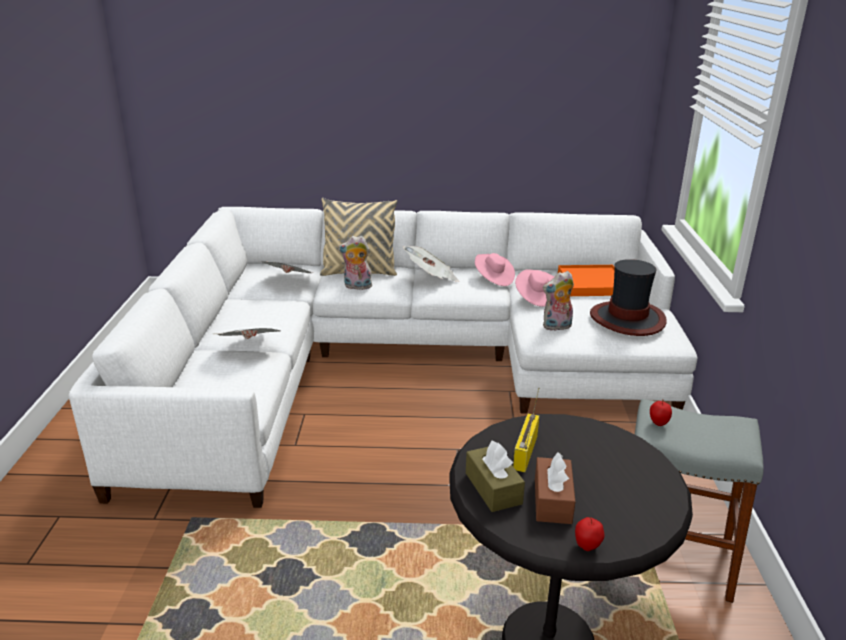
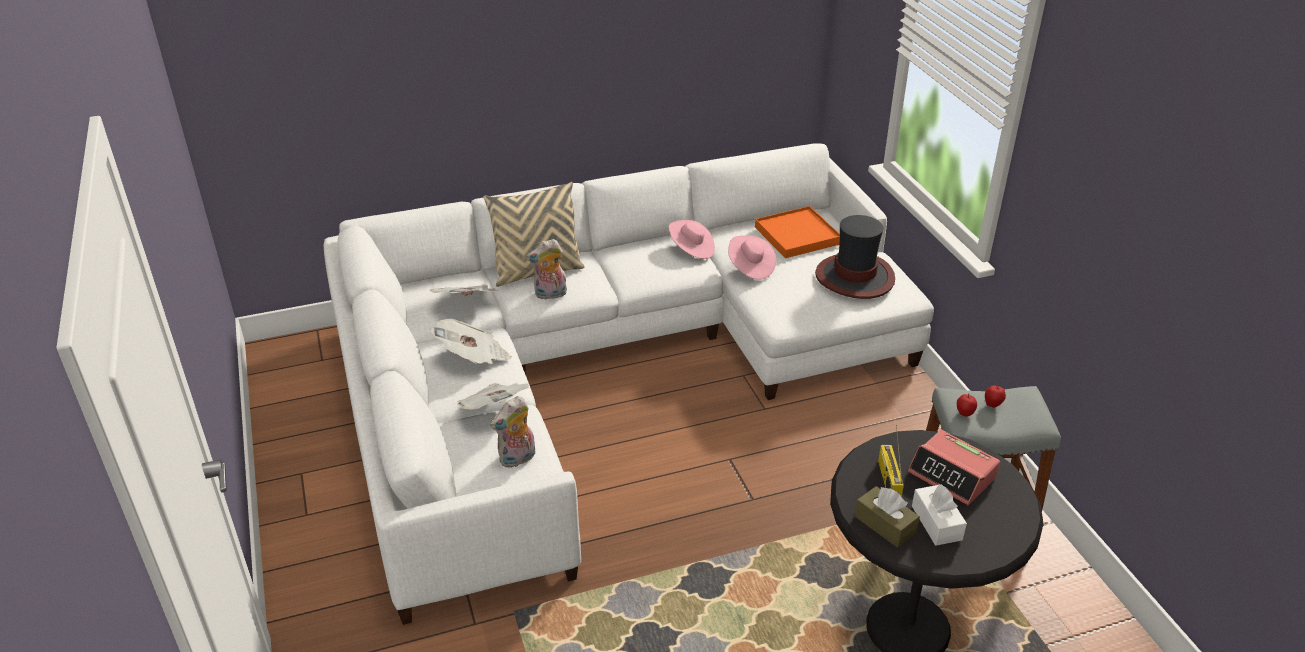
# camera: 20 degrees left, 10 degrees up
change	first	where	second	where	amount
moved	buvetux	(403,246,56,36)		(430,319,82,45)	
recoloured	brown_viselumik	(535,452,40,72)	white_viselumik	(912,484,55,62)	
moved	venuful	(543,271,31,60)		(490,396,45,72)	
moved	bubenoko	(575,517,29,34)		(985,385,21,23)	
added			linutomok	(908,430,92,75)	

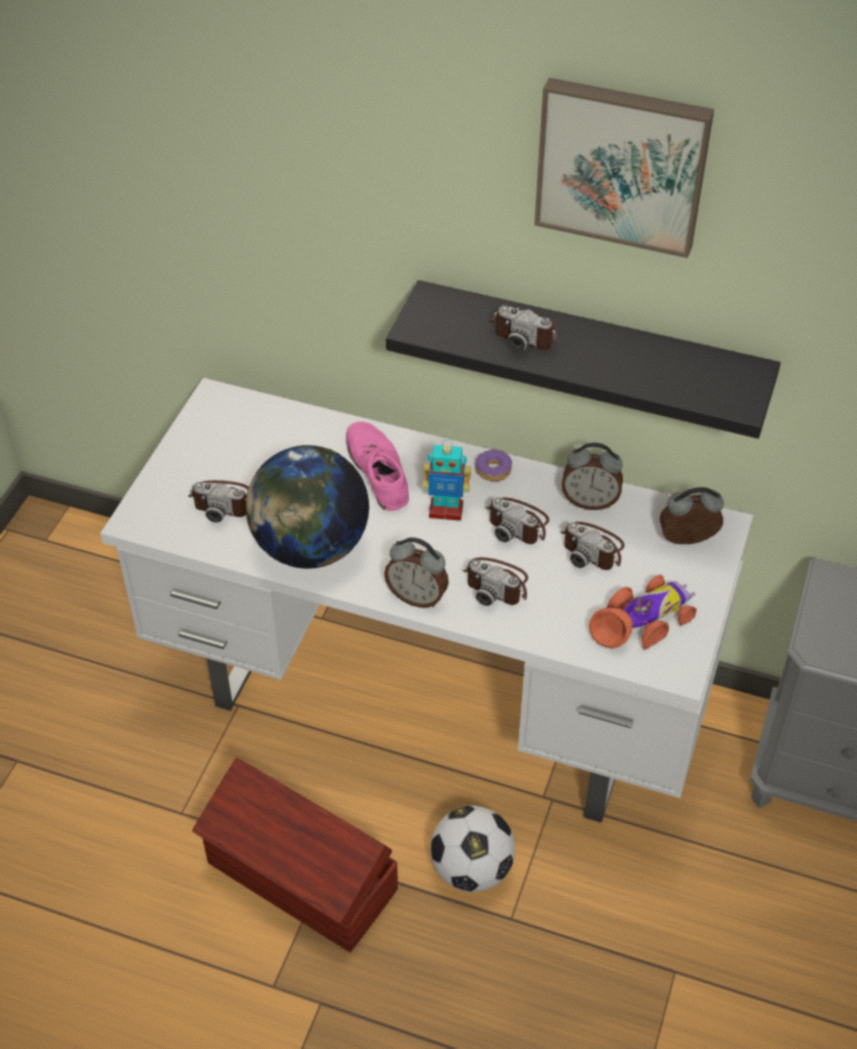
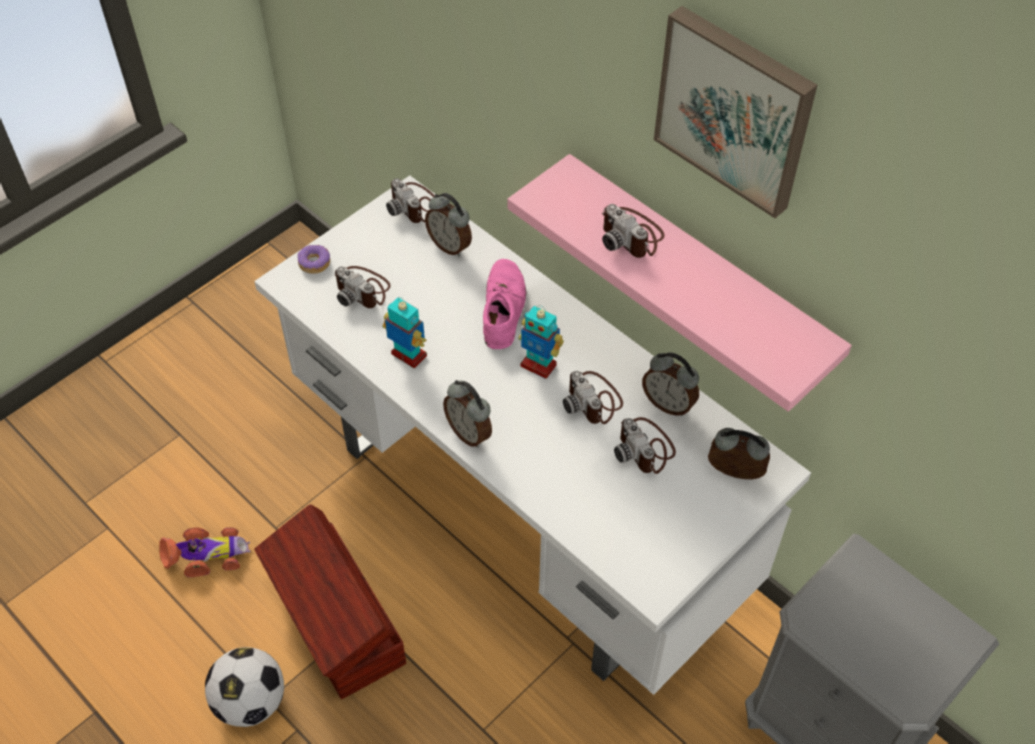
# camera: 25 degrees right, 5 degrees up
change	first	where	second	where	amount
replaced	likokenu	(246,445,123,124)	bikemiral	(383,297,44,72)	
recoloured	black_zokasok	(386,280,395,159)	pink_zokasok	(507,154,345,258)	
moved	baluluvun	(431,806,84,86)		(205,647,79,80)	
moved	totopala	(462,557,66,49)		(386,178,49,45)	
moved	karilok	(475,449,37,32)		(298,244,32,30)	
moved	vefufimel	(589,574,108,76)		(159,527,92,50)	
added			linutomok	(425,193,47,64)	

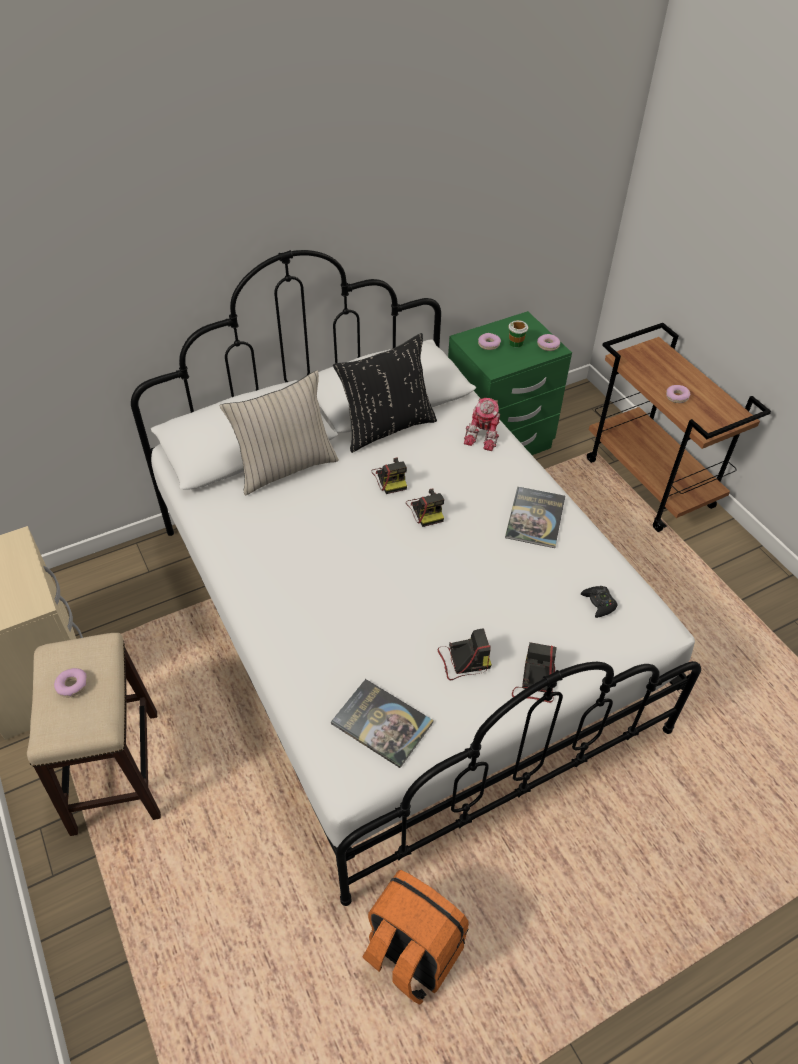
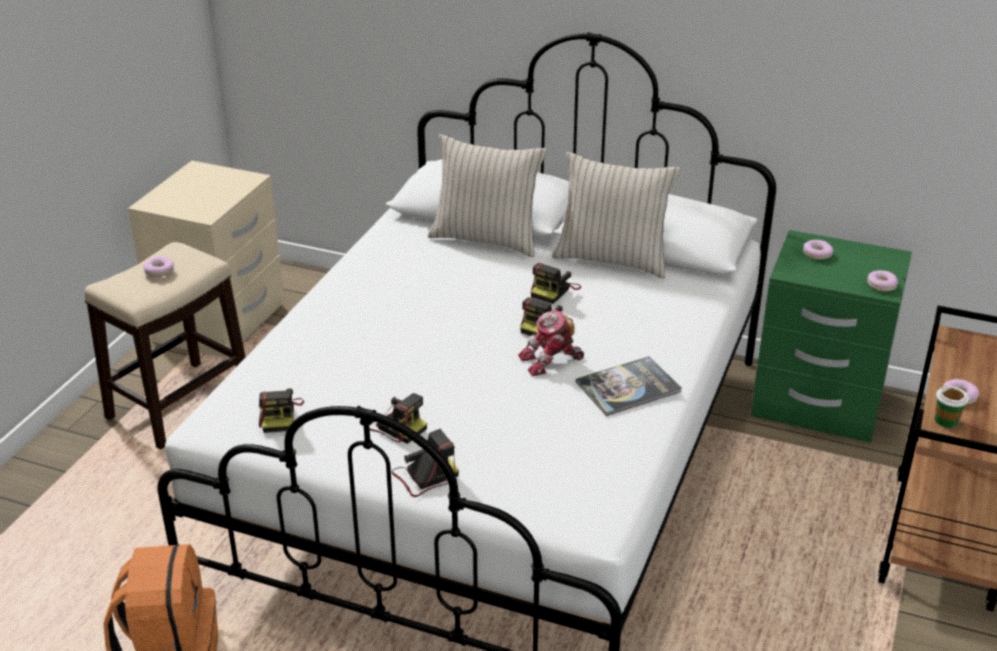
# camera: 50 degrees right, 15 degrees down
change	first	where	second	where	amount
replaced	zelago	(331,679,103,89)	totopala	(259,388,45,45)	
recoloured	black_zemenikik	(333,333,104,120)	beige_zemenikik	(552,152,129,126)	
moved	bikemiral	(464,398,36,53)		(518,309,66,67)	
moved	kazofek	(508,320,20,27)		(935,386,34,42)	
removed	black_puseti	(581,586,36,32)			

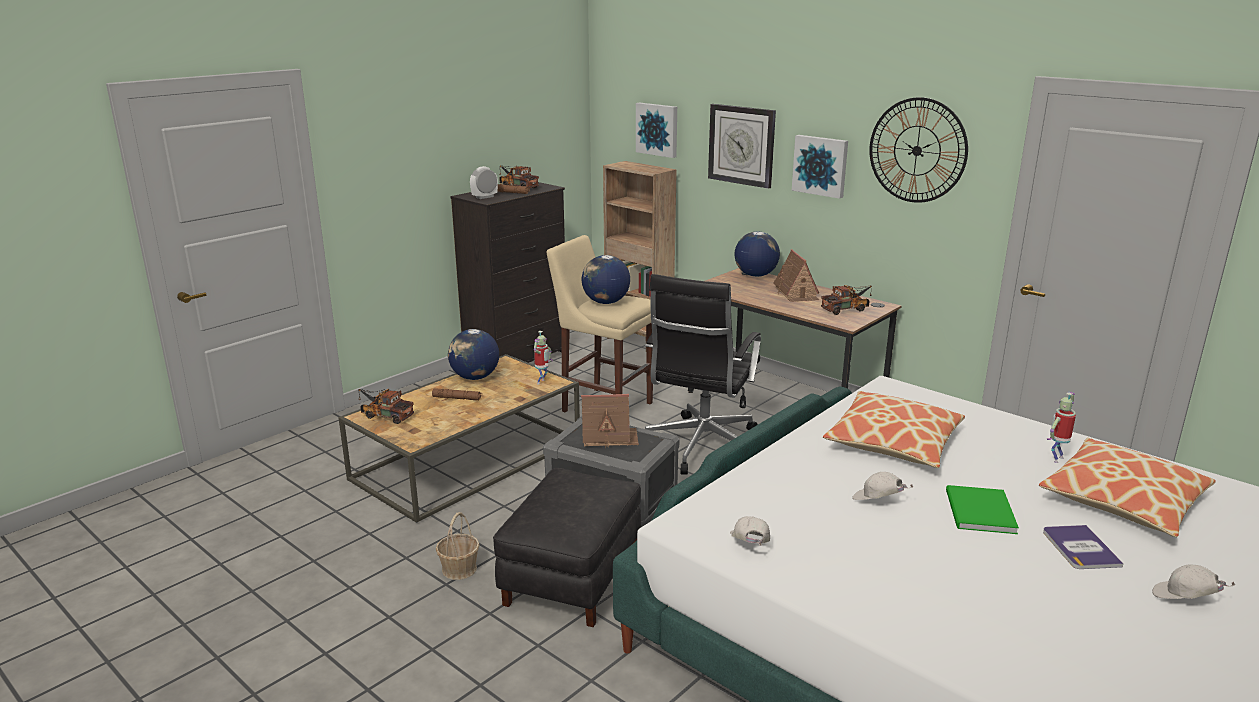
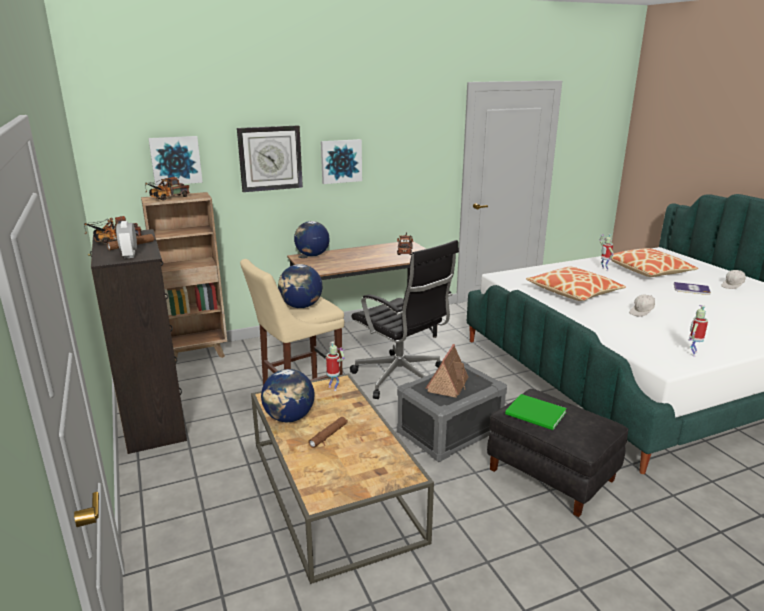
# camera: 65 degrees left, 0 degrees up
change	first	where	second	where	amount
moved	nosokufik	(358,389,56,35)		(145,177,45,24)	
removed	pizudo	(436,512,44,68)			
replaced	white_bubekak	(730,516,40,30)	bikemiral	(688,305,20,52)	
removed	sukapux	(773,249,46,53)			
removed	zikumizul	(869,97,99,106)			
moved	green_zelago	(946,485,73,49)		(505,394,62,36)	

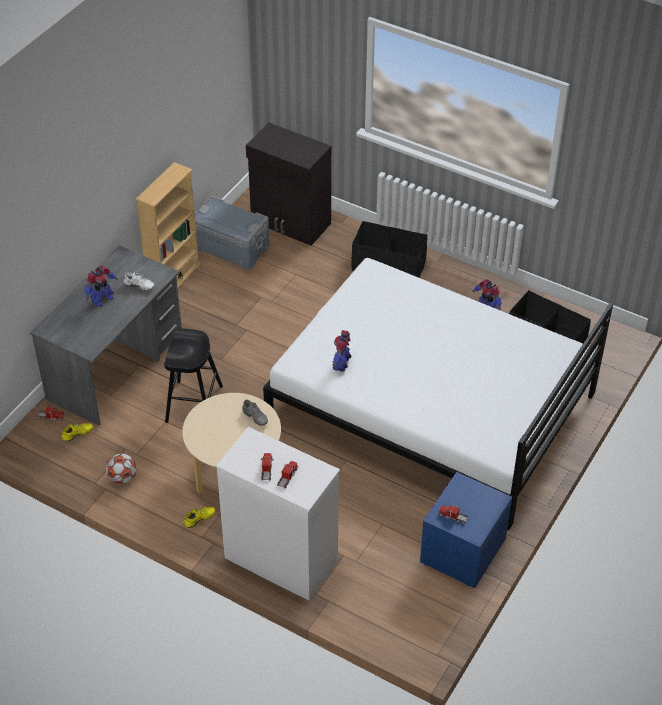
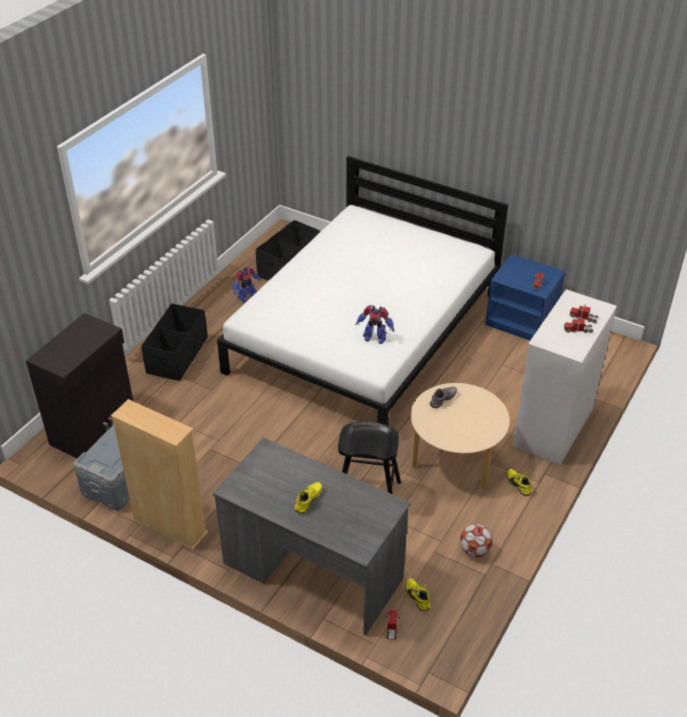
# camera: 90 degrees left, 5 degrees down
change	first	where	second	where	amount
replaced	bikemiral	(84,266,34,41)	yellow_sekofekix	(294,482,28,32)	
removed	white_sekofekix	(124,272,30,18)			

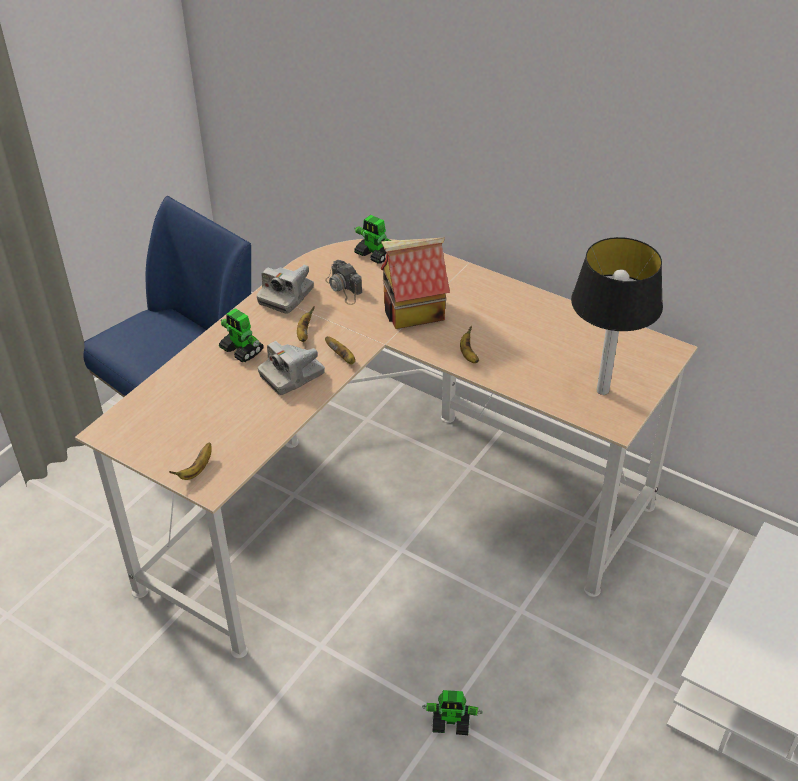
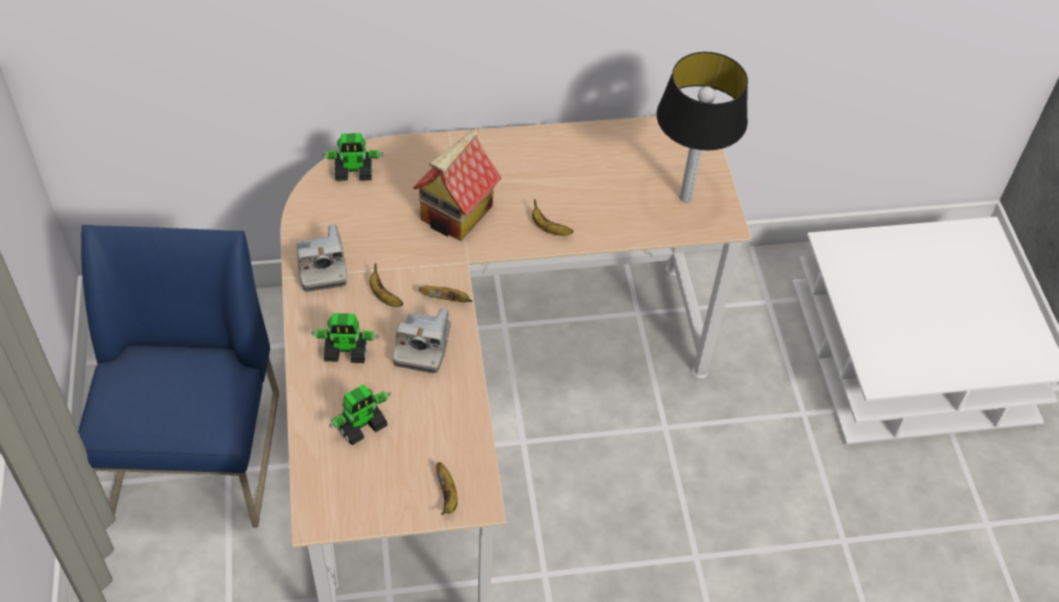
# camera: 45 degrees left, 10 degrees up
change	first	where	second	where	amount
removed	totopala	(325,260,37,45)			
moved	bikemiral	(422,690,61,45)		(329,384,62,61)	

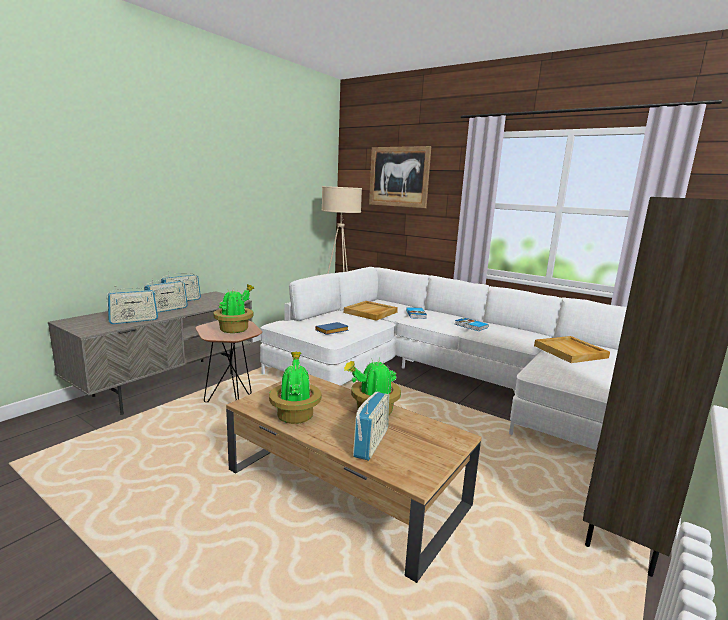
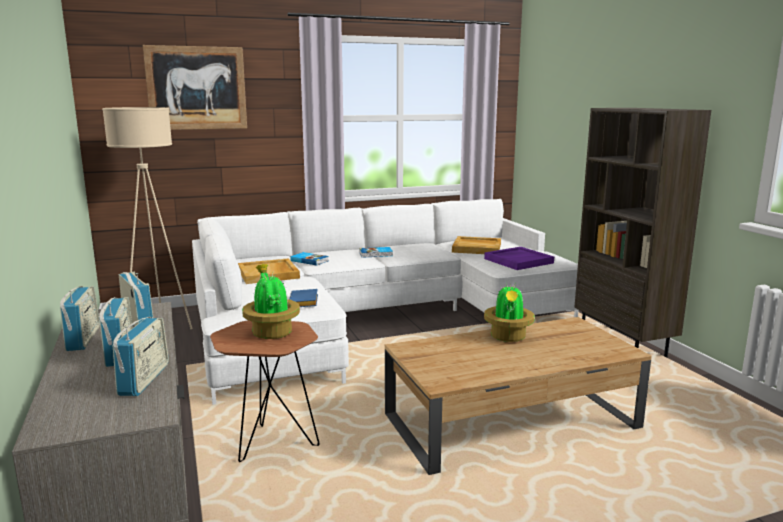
# camera: 55 degrees left, 0 degrees up
change	first	where	second	where	amount
removed	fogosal	(269,352,52,72)			
moved	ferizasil	(353,392,36,69)		(119,272,34,54)	
added			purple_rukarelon	(484,247,70,23)	

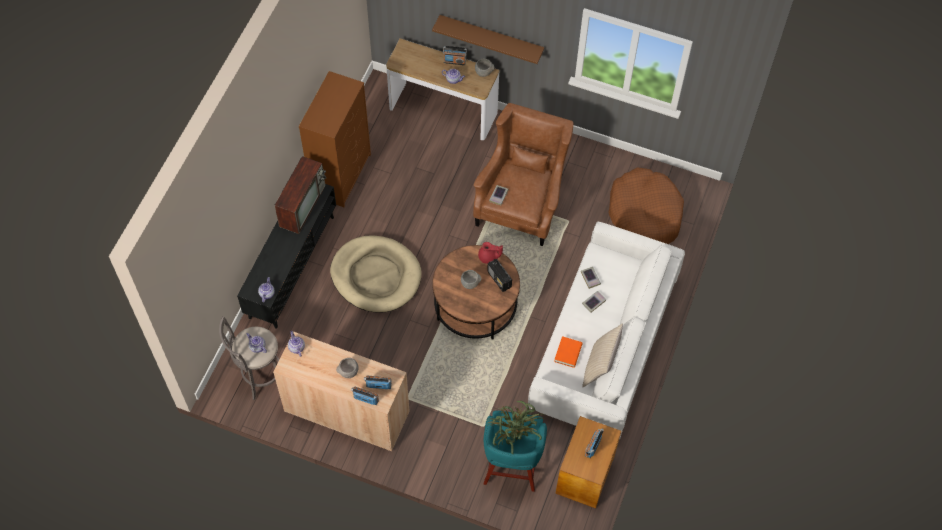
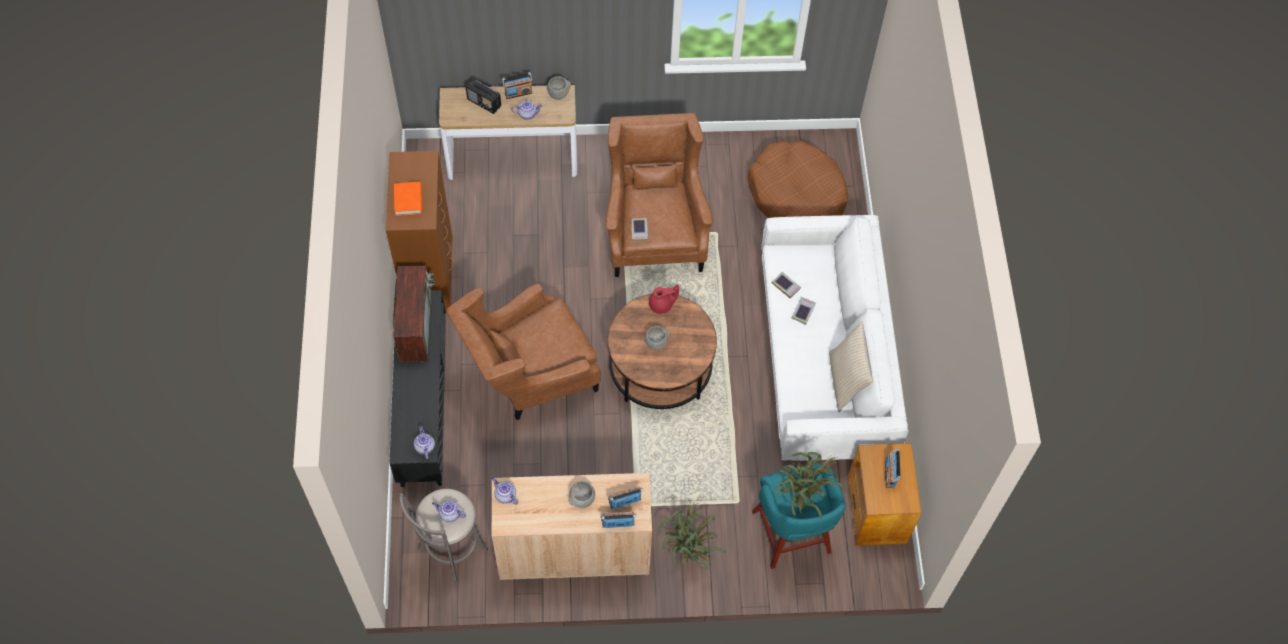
# camera: 25 degrees left, 0 degrees up
change	first	where	second	where	amount
replaced	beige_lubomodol	(330,235,92,78)	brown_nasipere	(446,283,155,137)	
removed	brown_zokasok	(432,15,112,49)			
moved	ferizasil	(487,259,25,33)		(466,79,35,35)	
moved	orange_zelago	(554,336,29,32)		(394,182,28,34)	
added			fogosal	(659,499,67,71)	

